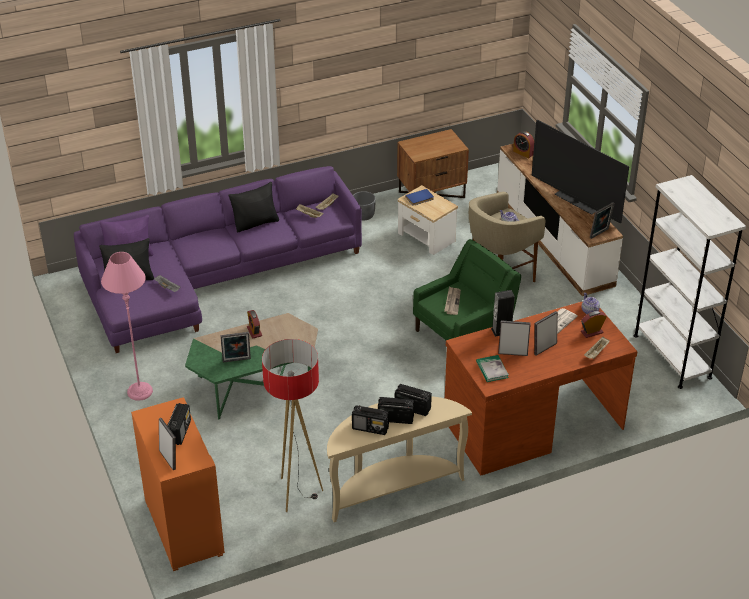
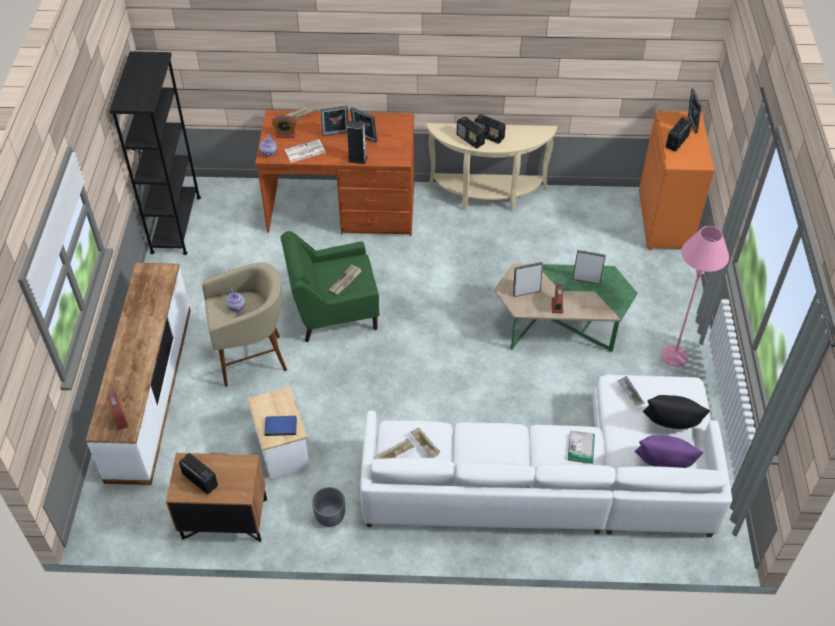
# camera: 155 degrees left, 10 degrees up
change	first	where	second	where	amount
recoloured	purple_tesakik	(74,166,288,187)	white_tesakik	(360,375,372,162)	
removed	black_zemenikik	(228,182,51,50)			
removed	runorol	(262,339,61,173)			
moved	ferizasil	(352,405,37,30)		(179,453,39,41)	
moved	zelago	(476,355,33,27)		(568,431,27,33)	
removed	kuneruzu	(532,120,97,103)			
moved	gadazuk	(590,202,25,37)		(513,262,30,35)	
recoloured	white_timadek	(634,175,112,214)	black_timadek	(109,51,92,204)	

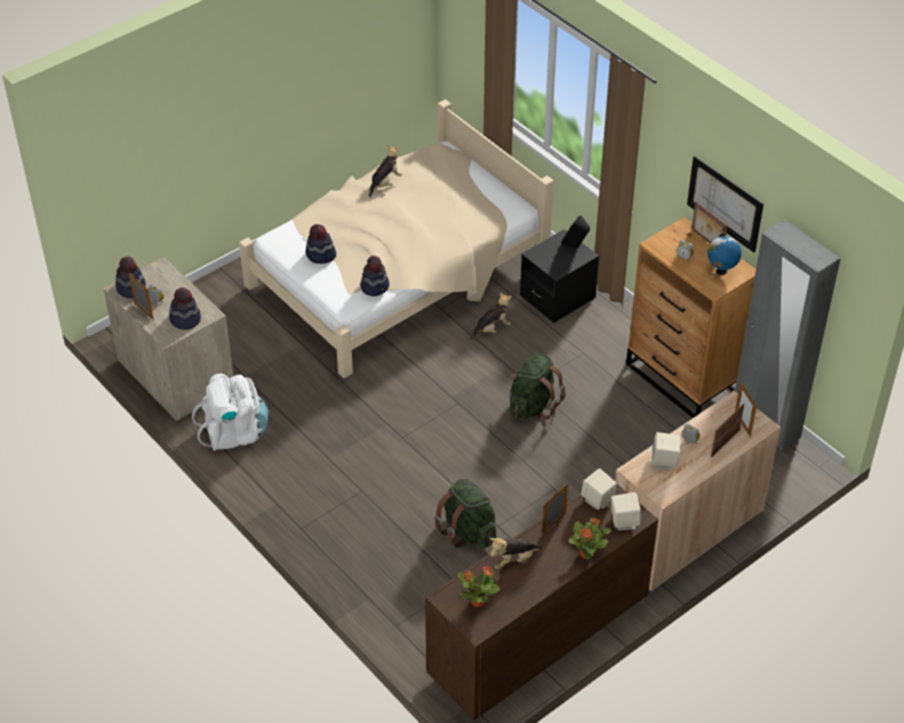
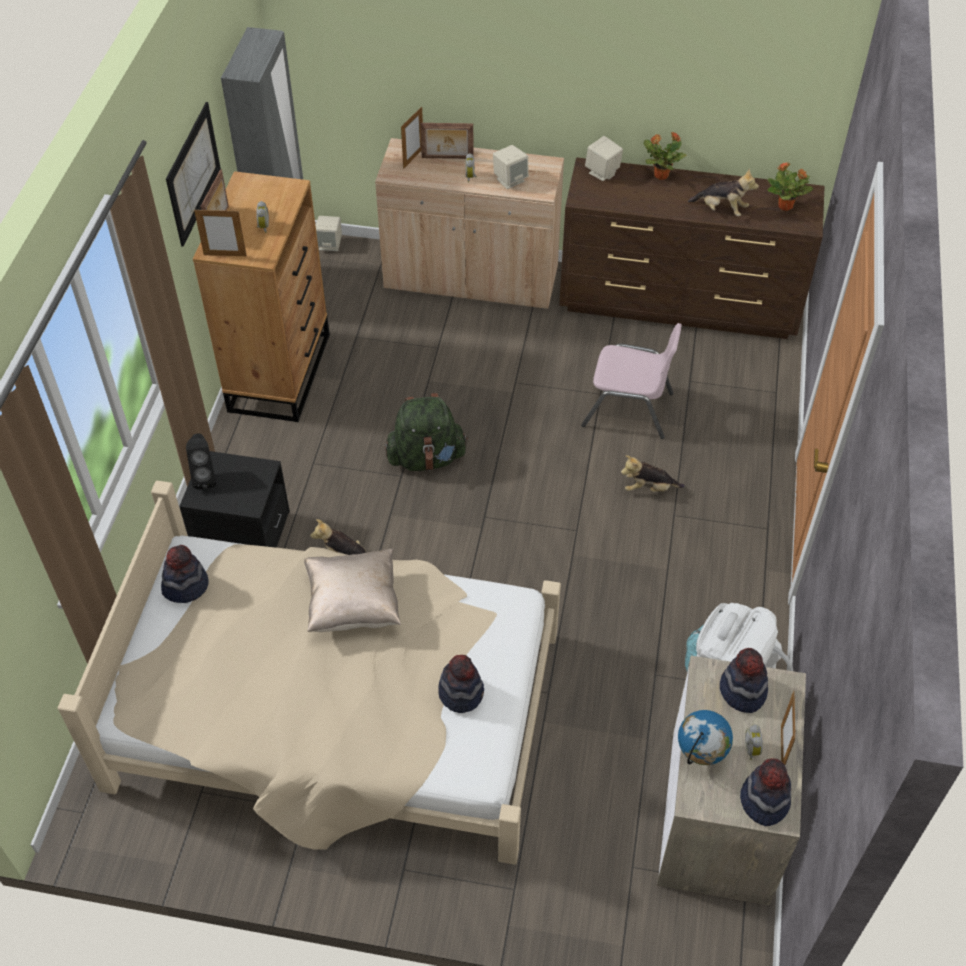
# camera: 130 degrees left, 5 degrees up
change	first	where	second	where	amount
moved	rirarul	(361,256,28,40)		(161,545,48,58)	
moved	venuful	(369,145,33,52)		(621,455,63,37)	
replaced	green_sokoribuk	(434,478,62,70)	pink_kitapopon	(581,323,101,116)	
moved	gadazuk	(542,483,26,53)		(194,209,53,47)	
moved	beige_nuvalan	(581,468,36,42)		(316,216,26,35)	
moved	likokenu	(708,234,34,41)		(678,710,55,55)	
added			beige_zemenikik	(304,549,97,83)	

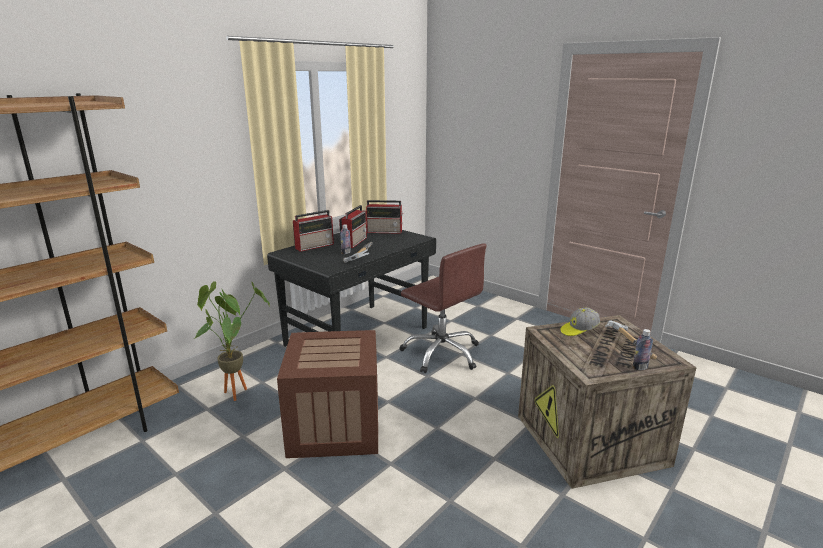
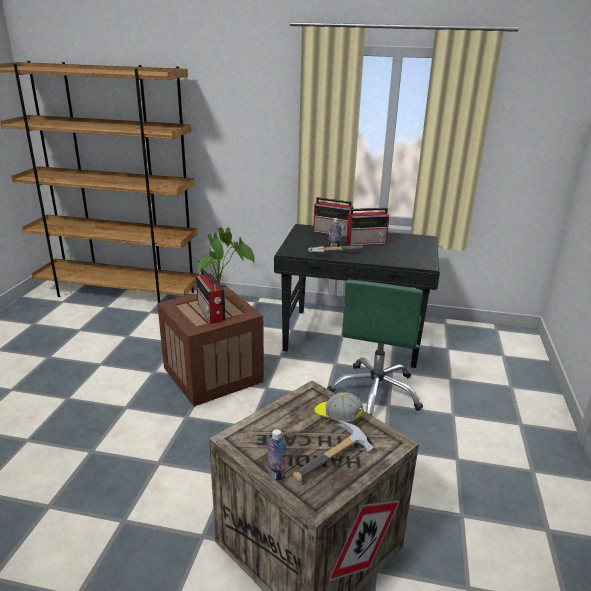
# camera: 60 degrees right, 5 degrees up
change	first	where	second	where	amount
moved	ferizasil	(366,200,38,34)		(196,268,30,56)	
recoloured	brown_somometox	(400,243,86,130)	green_somometox	(327,280,96,135)	

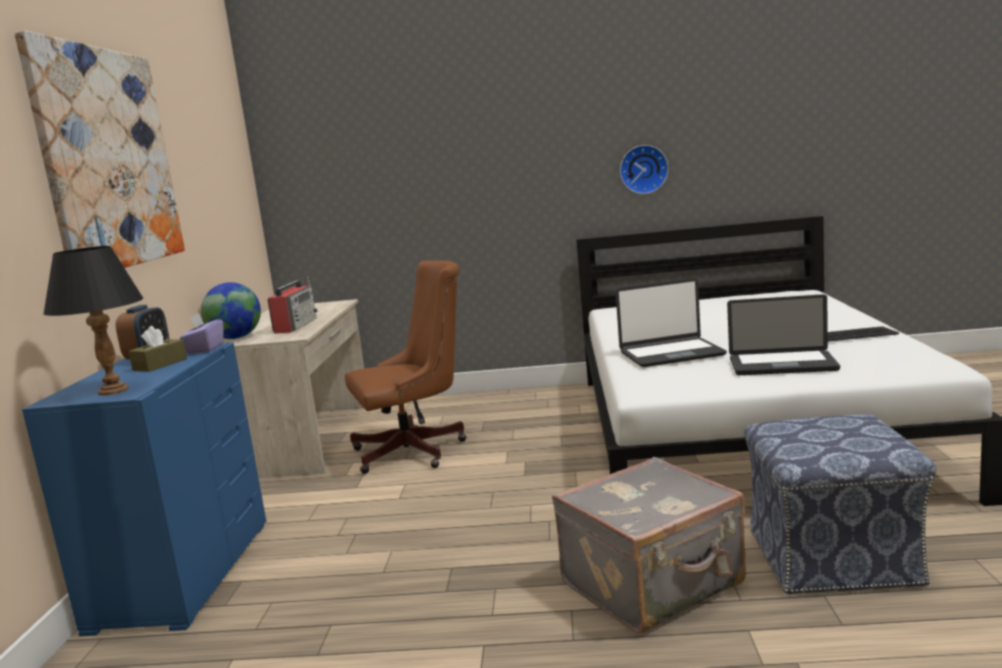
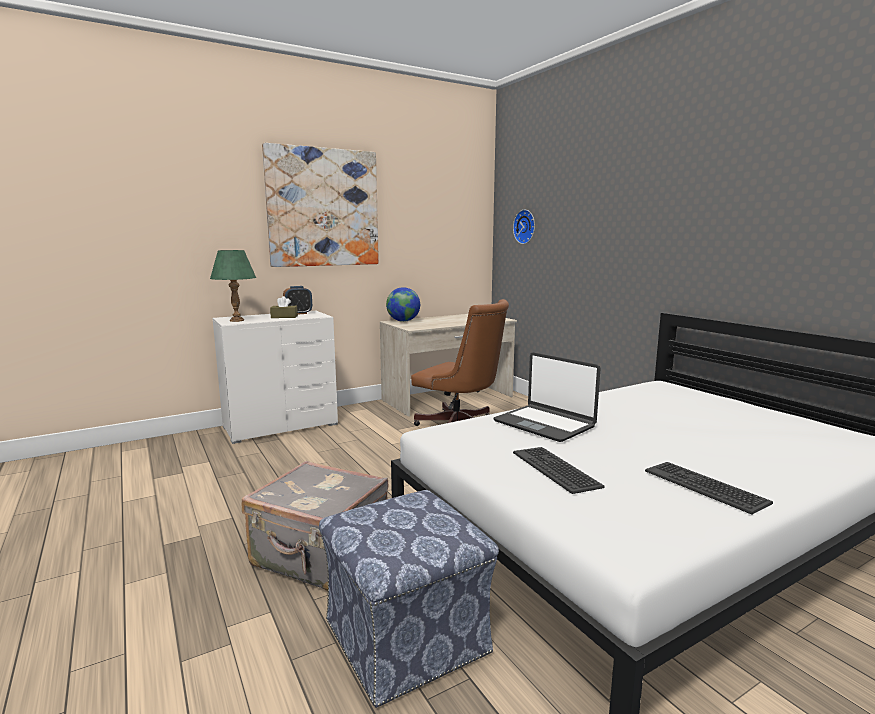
# camera: 55 degrees right, 0 degrees up
change	first	where	second	where	amount
recoloured	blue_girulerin	(22,342,244,295)	white_girulerin	(213,311,125,133)	
recoloured	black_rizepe	(44,246,99,149)	green_rizepe	(210,250,46,72)	
removed	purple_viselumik	(180,313,44,41)			
removed	ferizasil	(267,276,51,58)			
moved	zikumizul	(620,145,49,49)		(513,210,22,34)	
replaced	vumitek	(727,294,113,81)	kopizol	(513,447,92,47)	

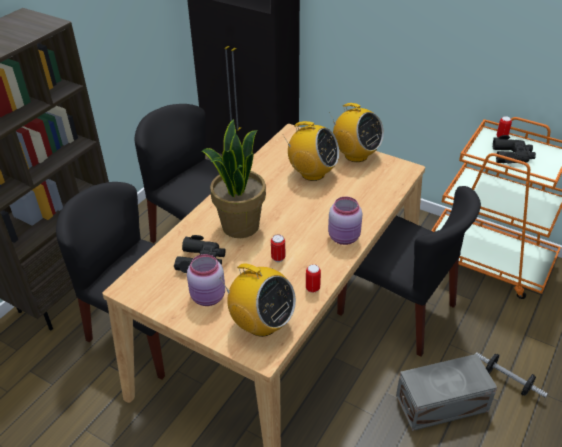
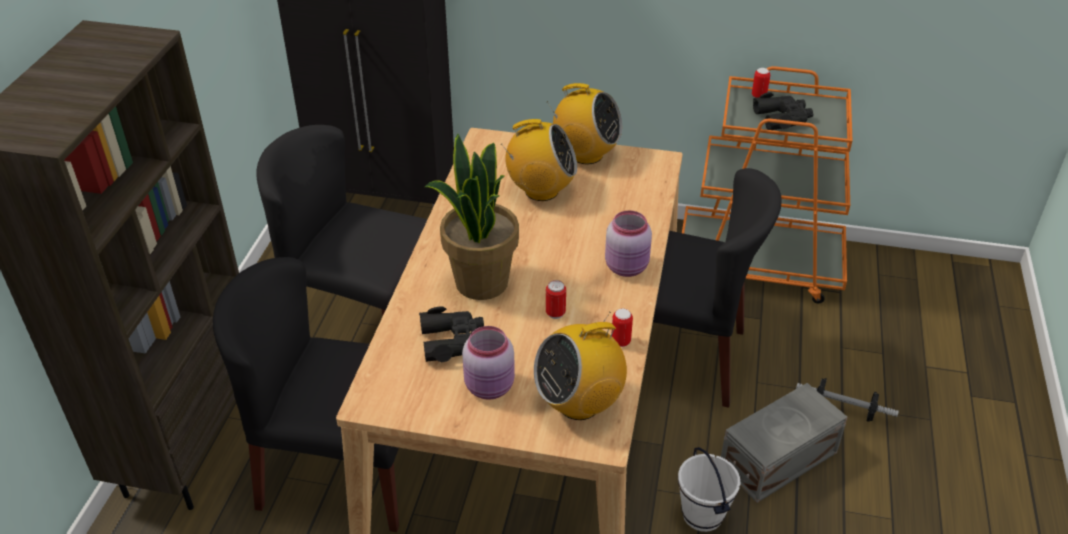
# camera: 20 degrees left, 0 degrees up
change	first	where	second	where	amount
turned	ferizasil	(220,264,76,73)		(534,312,93,108)	135 degrees clockwise
added			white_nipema	(678,447,63,85)	

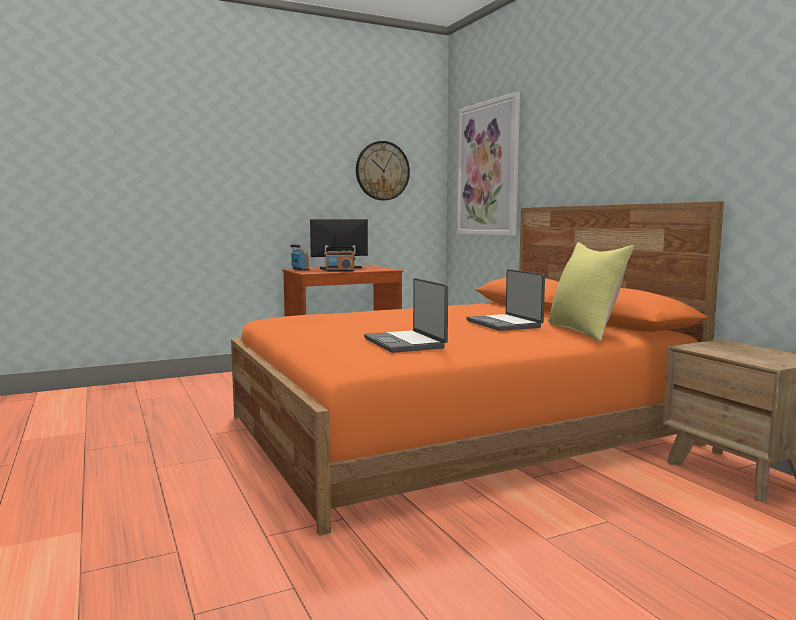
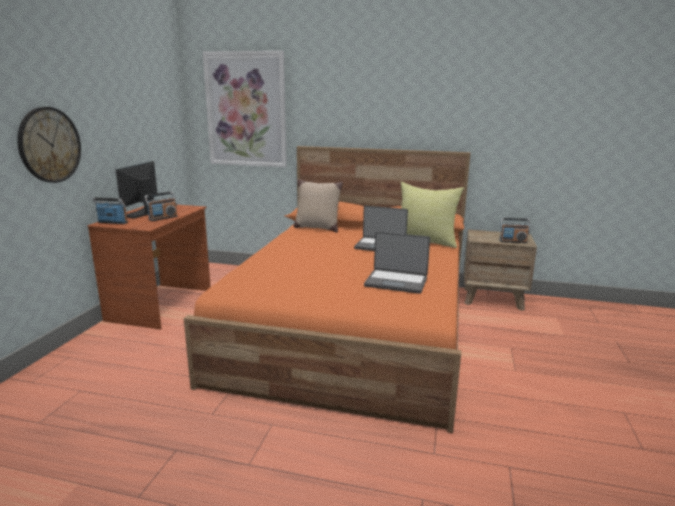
# camera: 50 degrees left, 10 degrees up
change	first	where	second	where	amount
moved	zikumizul	(356,141,54,60)		(17,107,64,76)	
added			beige_zemenikik	(294,179,49,54)	
added			ferizasil	(500,218,30,25)	

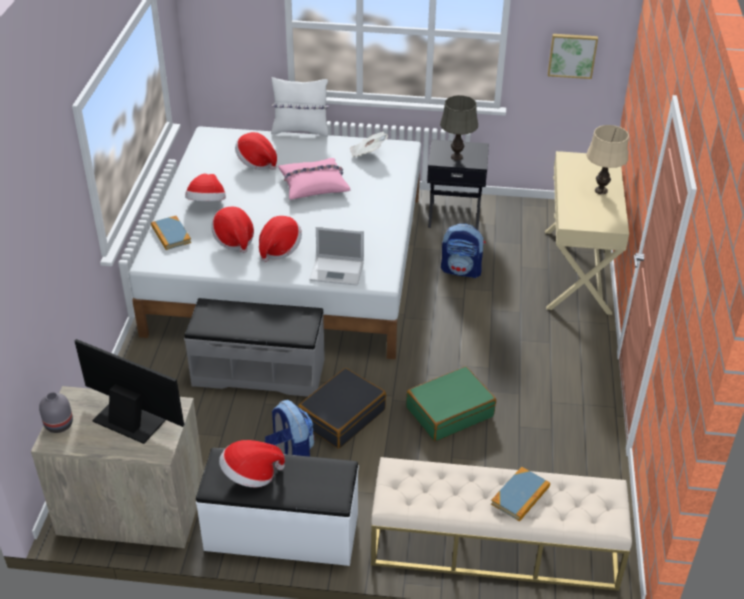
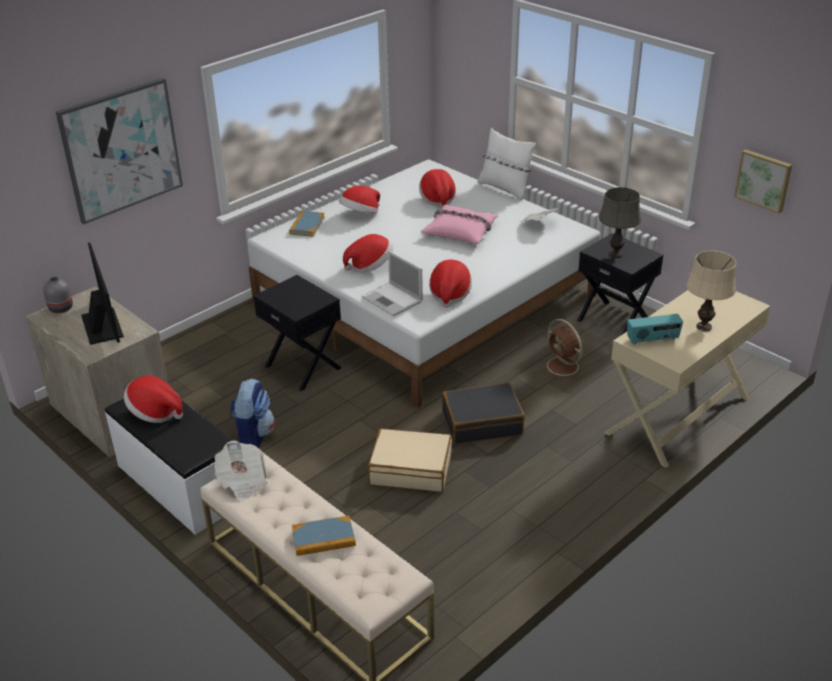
# camera: 40 degrees right, 5 degrees down
change	first	where	second	where	amount
replaced	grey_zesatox	(184,298,141,99)	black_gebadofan	(254,275,88,116)	
moved	rirarul	(211,207,43,46)		(429,260,43,48)	
moved	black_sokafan	(298,368,88,81)		(442,383,83,61)	
recoloured	green_sokafan	(406,366,90,75)	beige_sokafan	(368,428,84,64)	
replaced	sokoribuk	(441,224,45,54)	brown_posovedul	(540,319,49,62)	
added			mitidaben	(56,78,127,146)	
added			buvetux	(214,440,54,61)	
added			ferizasil	(627,314,56,31)	

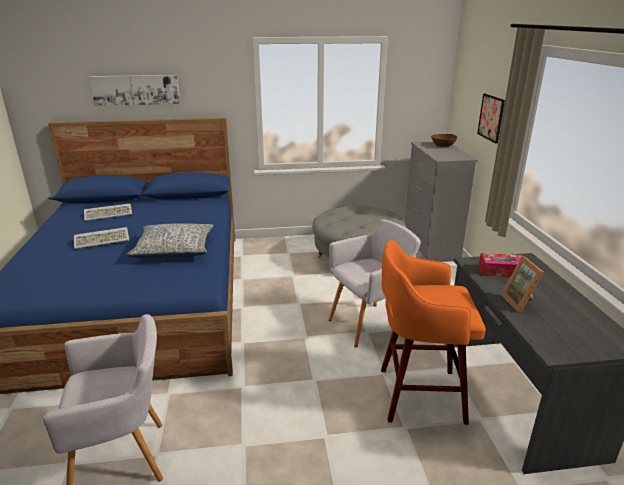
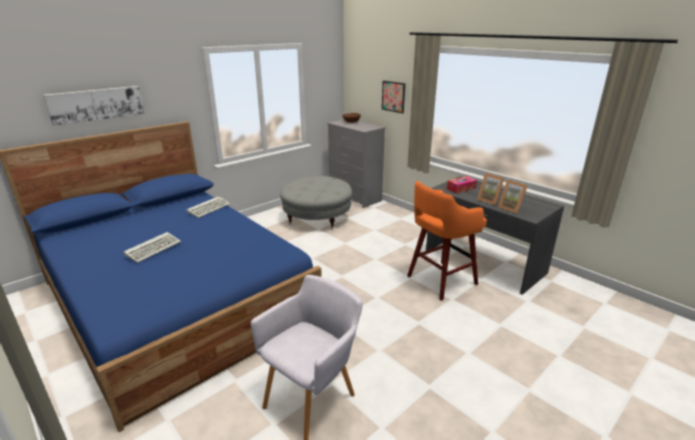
# camera: 35 degrees left, 0 degrees up
change	first	where	second	where	amount
moved	kopizol	(84,204,48,17)		(186,196,44,22)	
removed	zemenikik	(126,223,88,35)			
removed	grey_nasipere	(328,219,93,128)			
added			gadazuk	(498,180,30,34)	

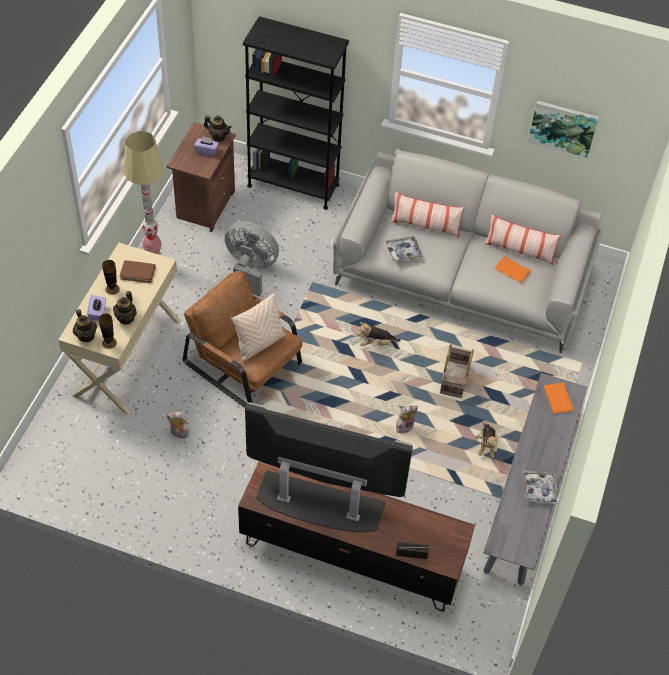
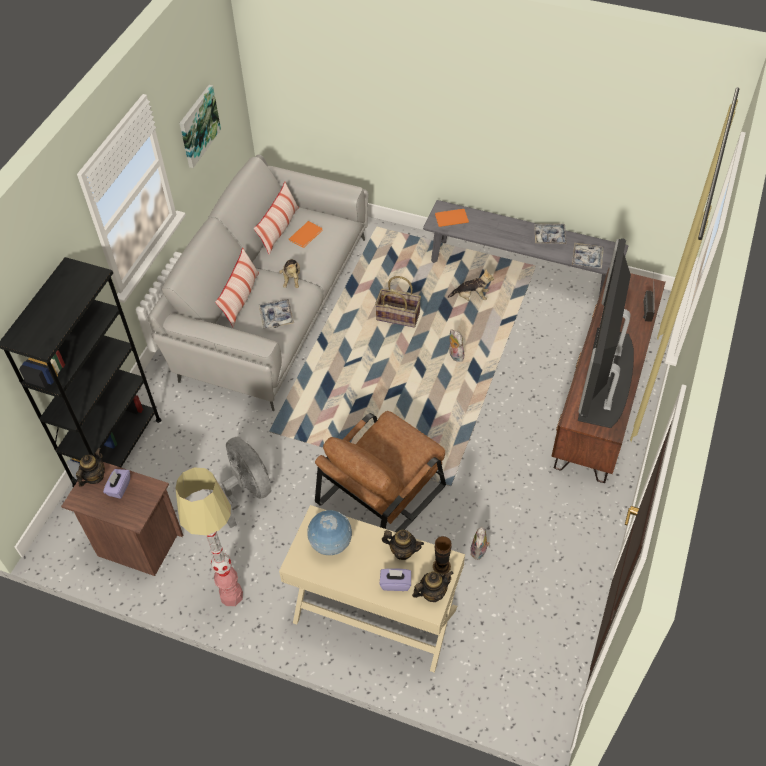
# camera: 85 degrees left, 0 degrees up
change	first	where	second	where	amount
removed	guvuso	(102,260,18,35)			
replaced	brown_zelago	(120,260,36,23)	likokenu	(307,510,45,45)	
turned	grey_posovedul	(225,221,54,76)		(209,436,62,92)	120 degrees clockwise
removed	beige_zemenikik	(231,293,55,69)			
moved	venuful	(357,322,44,24)		(279,259,21,29)	
added			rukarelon	(572,243,32,26)	

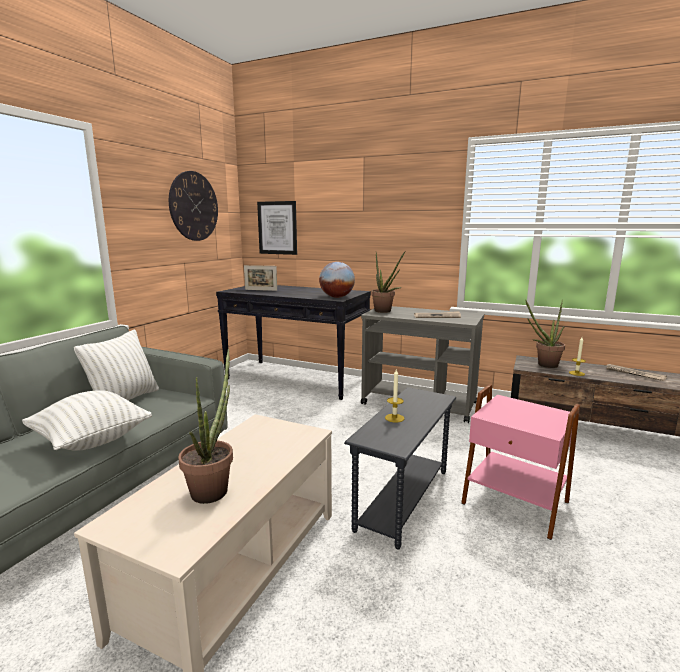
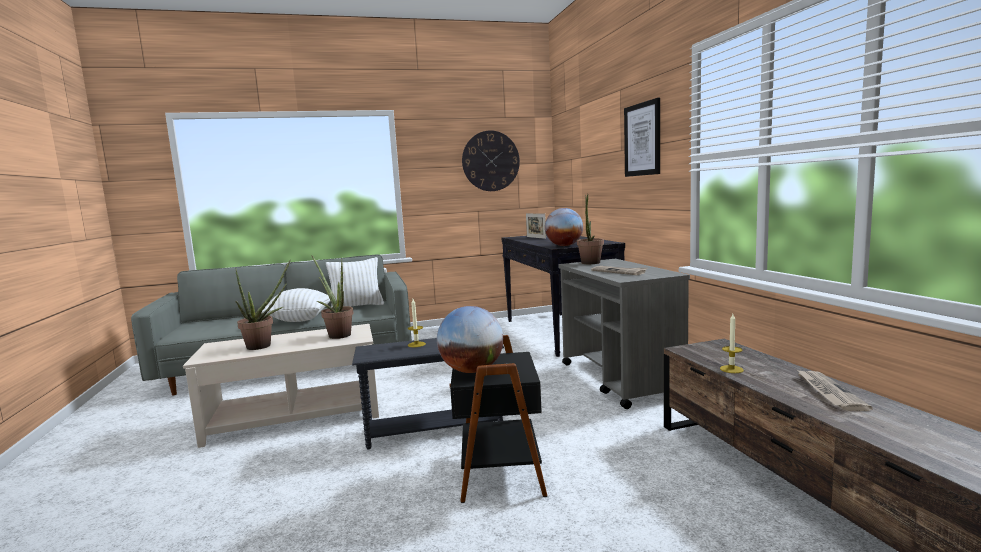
# camera: 50 degrees right, 5 degrees down
change	first	where	second	where	amount
moved	mitidaben	(257,201,40,54)		(624,98,36,79)	
recoloured	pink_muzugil	(461,384,119,156)	black_muzugil	(450,335,97,168)	
moved	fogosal	(525,299,40,69)		(311,255,43,84)	
added			likokenu	(437,306,66,67)	

